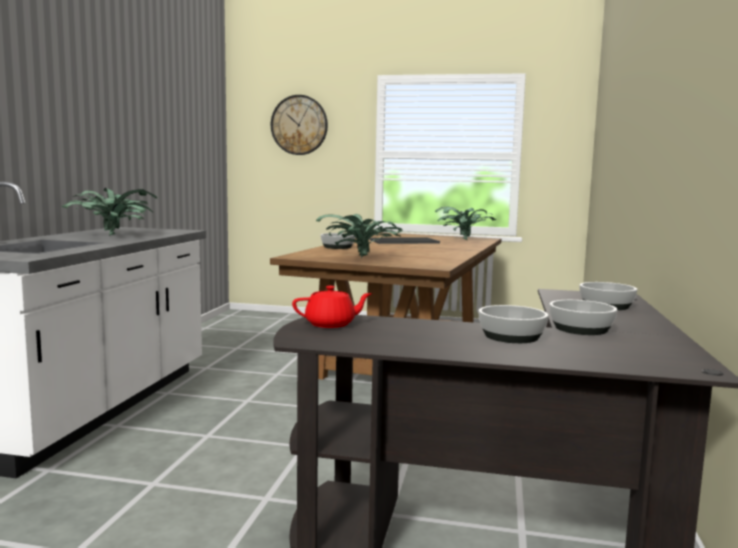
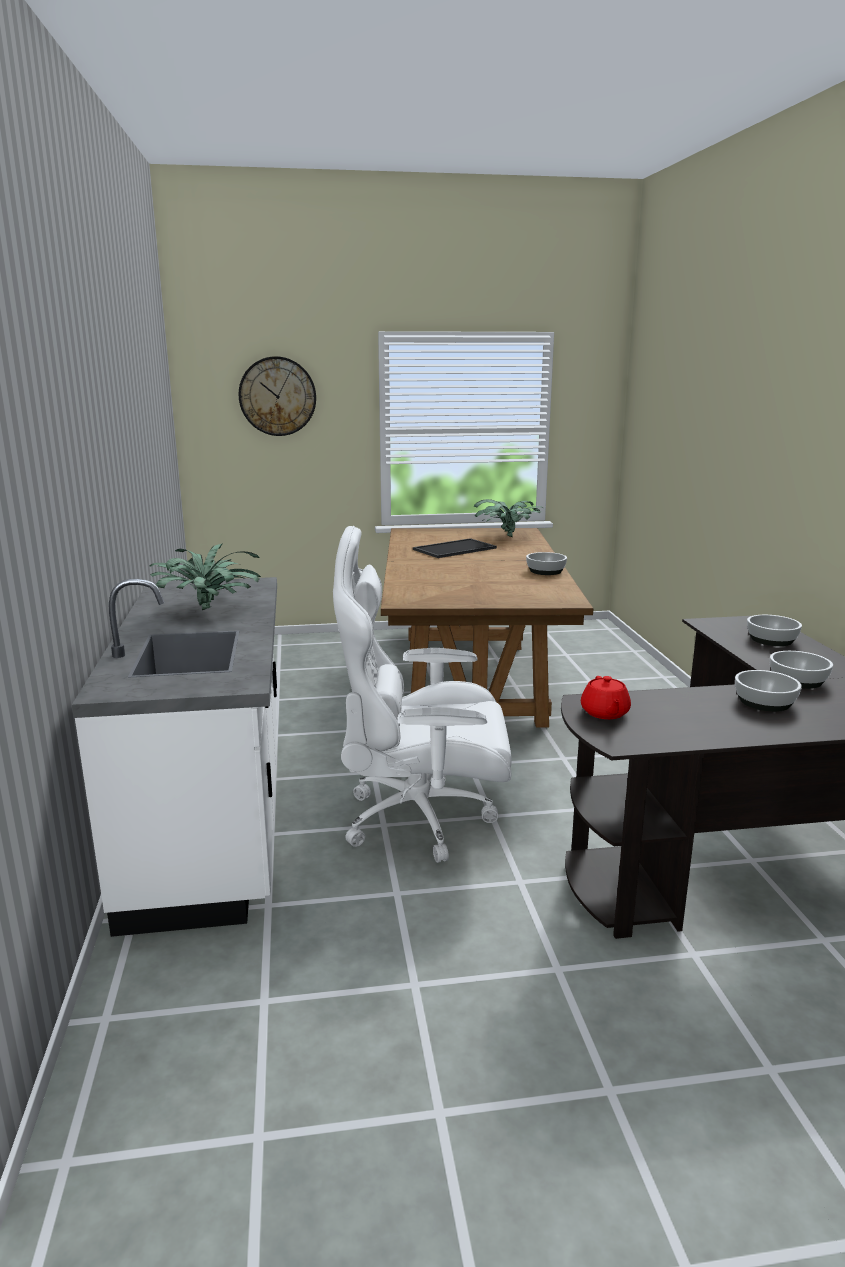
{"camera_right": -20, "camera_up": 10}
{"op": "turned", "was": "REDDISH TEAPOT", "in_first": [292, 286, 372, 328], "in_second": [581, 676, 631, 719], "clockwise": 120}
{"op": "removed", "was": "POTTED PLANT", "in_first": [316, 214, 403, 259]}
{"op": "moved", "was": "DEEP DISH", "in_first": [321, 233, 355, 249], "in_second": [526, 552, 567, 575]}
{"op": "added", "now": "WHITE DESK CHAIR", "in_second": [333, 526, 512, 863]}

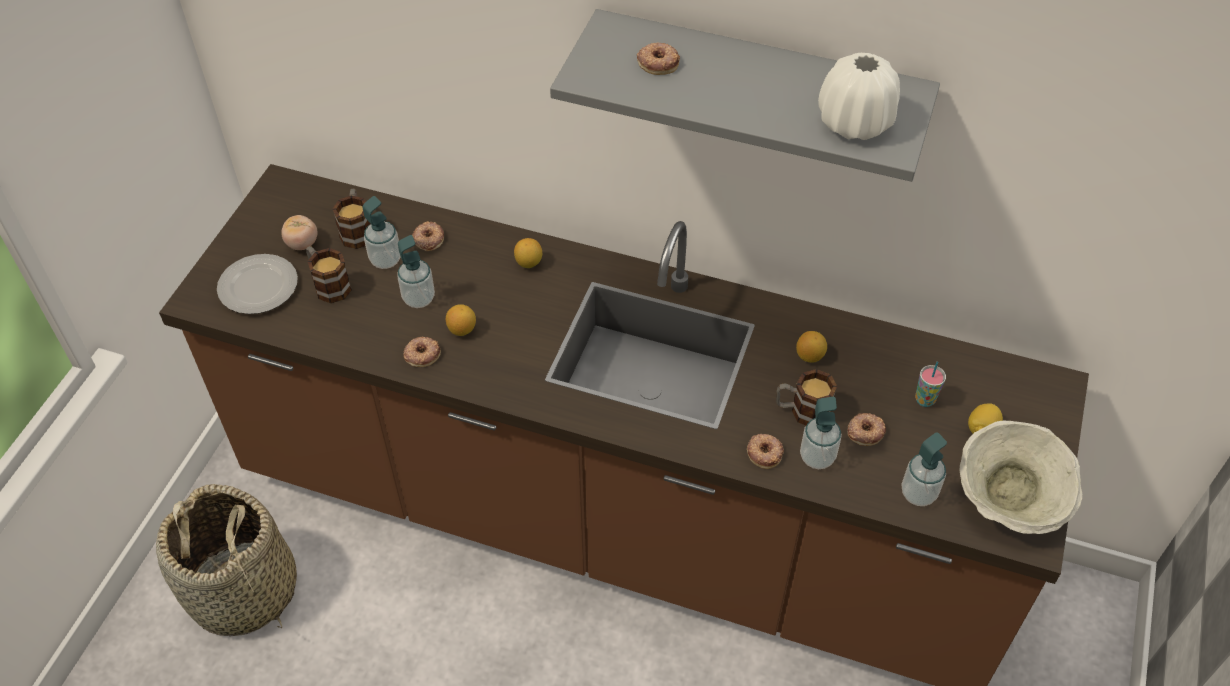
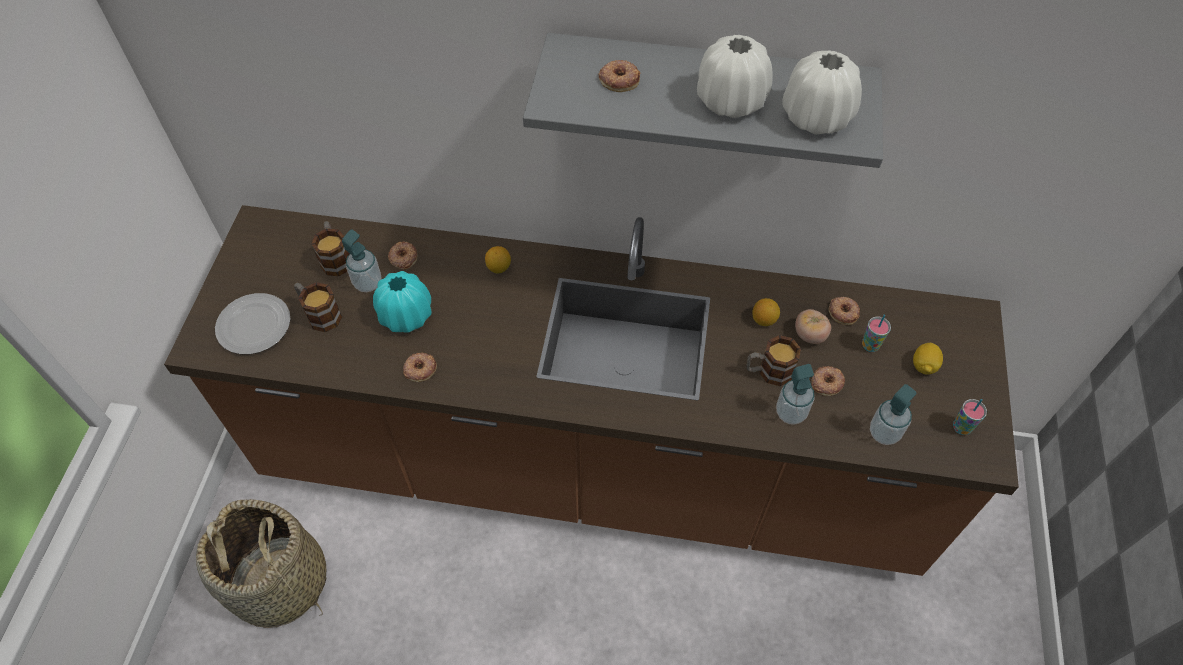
{"camera_right": -10, "camera_up": 5}
{"op": "moved", "was": "WHOLE TOMATO", "in_first": [282, 215, 317, 250], "in_second": [795, 309, 831, 344]}
{"op": "replaced", "was": "LIQUID SOAP BOTTLE", "now": "TURQUOISE-COLOURED DECORATIVE VASE", "in_first": [397, 235, 435, 308], "in_second": [373, 271, 432, 333]}
{"op": "removed", "was": "WHOLE LEMON", "in_first": [446, 304, 476, 336]}
{"op": "moved", "was": "DONUT", "in_first": [747, 434, 784, 469], "in_second": [829, 297, 860, 325]}
{"op": "replaced", "was": "SAND-COLOURED DEEP DISH", "now": "CUP", "in_first": [959, 421, 1082, 534], "in_second": [953, 399, 987, 435]}
{"op": "added", "now": "WHITE DECORATIVE VASE", "in_second": [697, 35, 773, 118]}

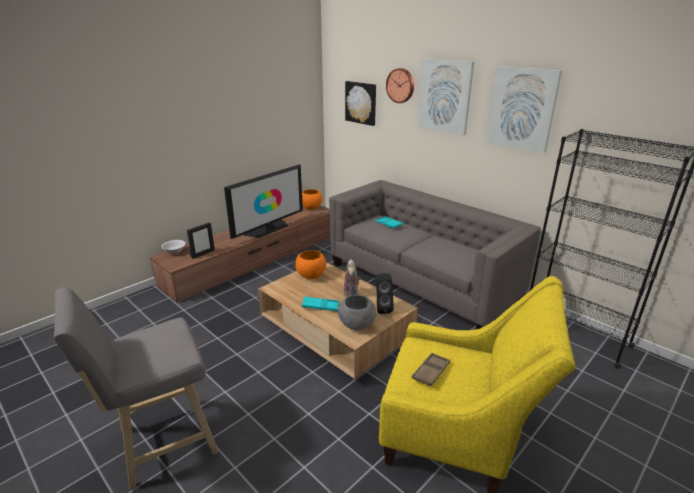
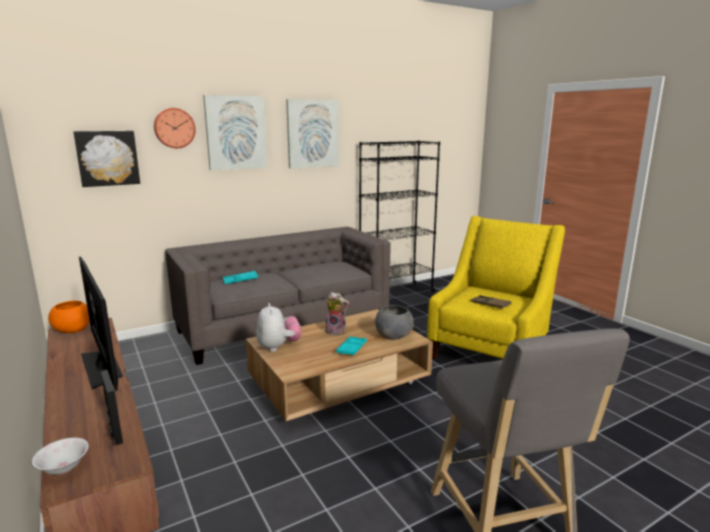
{"camera_right": -75, "camera_up": -10}
{"op": "replaced", "was": "ORANGE-COLOURED DEEP DISH", "now": "PLUSH TOY", "in_first": [295, 250, 326, 279], "in_second": [256, 303, 301, 352]}
{"op": "removed", "was": "BLACKISH AUDIO SPEAKER", "in_first": [376, 273, 394, 314]}

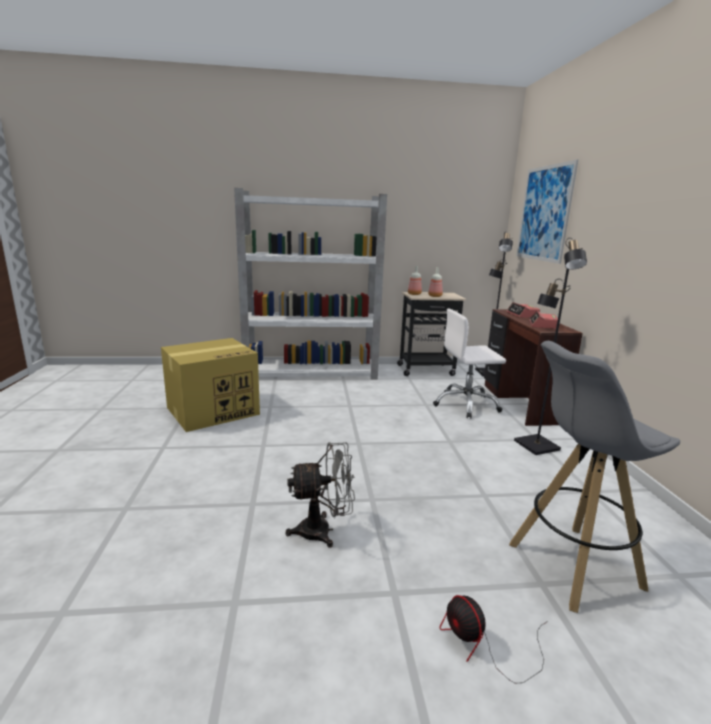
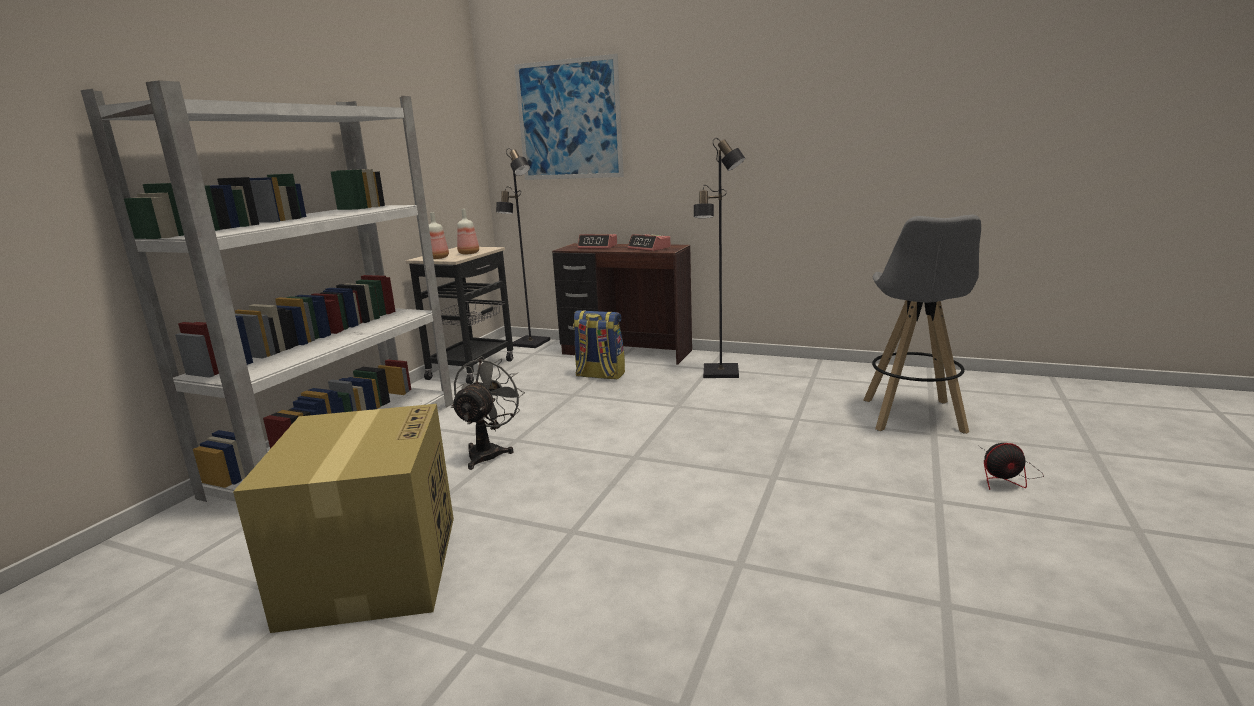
{"camera_right": -60, "camera_up": 0}
{"op": "moved", "was": "GRAY ELECTRIC FAN", "in_first": [285, 442, 355, 548], "in_second": [451, 356, 525, 470]}
{"op": "replaced", "was": "WHITE DESK CHAIR", "now": "KNAPSACK", "in_first": [433, 308, 506, 419], "in_second": [573, 310, 625, 380]}

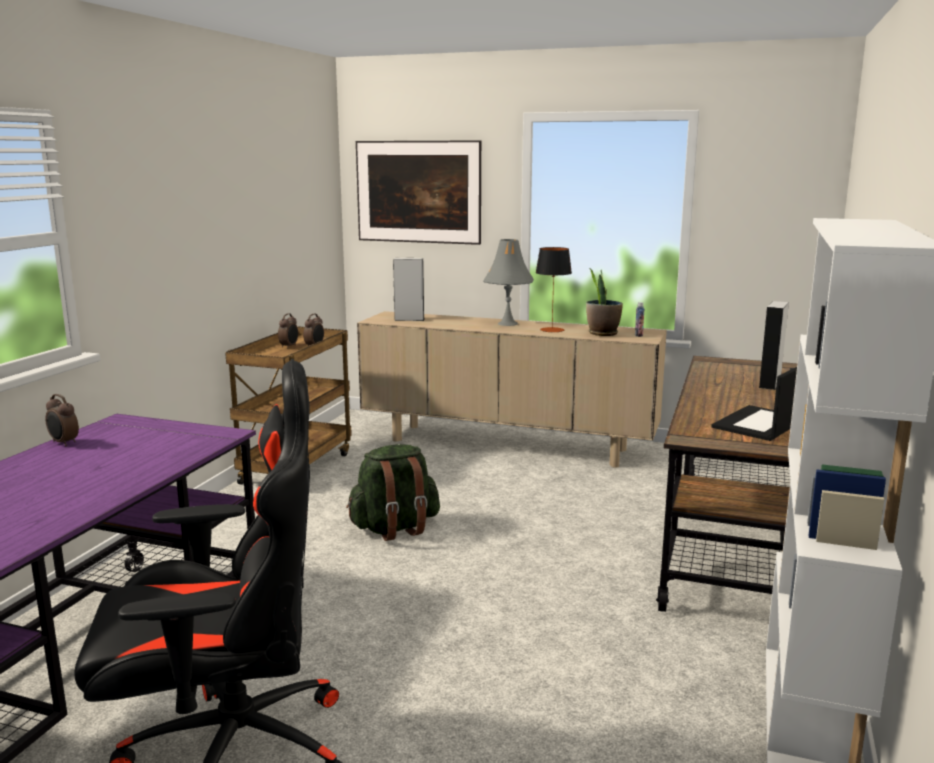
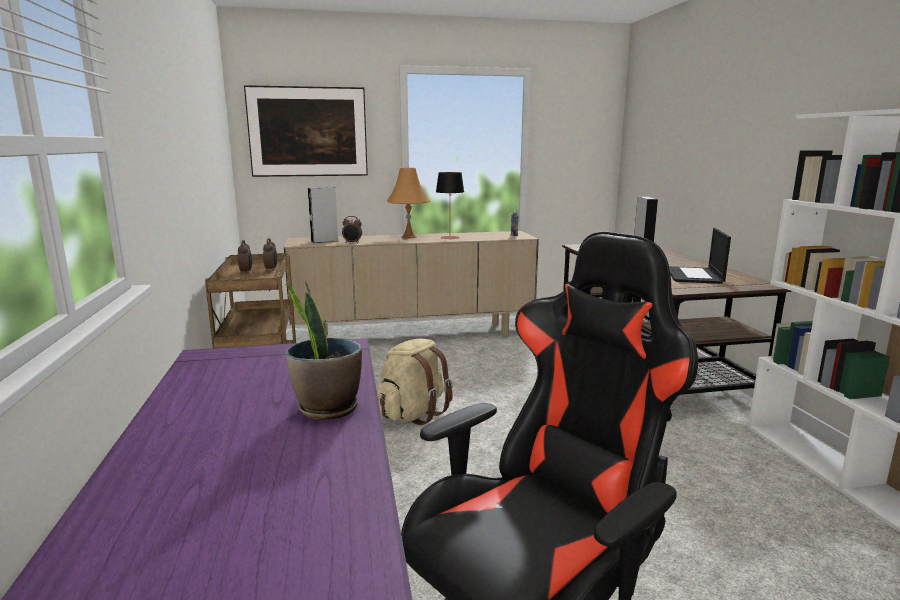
{"camera_right": -30, "camera_up": 0}
{"op": "moved", "was": "BEDSIDE CLOCK", "in_first": [45, 394, 79, 446], "in_second": [342, 216, 362, 243]}
{"op": "recoloured", "was": "GREEN-COLOURED KNAPSACK", "now": "SAND-COLOURED KNAPSACK", "in_first": [346, 444, 440, 541], "in_second": [377, 339, 453, 425]}
{"op": "recoloured", "was": "GRAY TABLETOP LAMP", "now": "ORANGE-COLOURED TABLETOP LAMP", "in_first": [483, 239, 534, 326], "in_second": [387, 168, 430, 238]}
{"op": "moved", "was": "POTTED PLANT", "in_first": [586, 269, 623, 336], "in_second": [285, 281, 362, 420]}

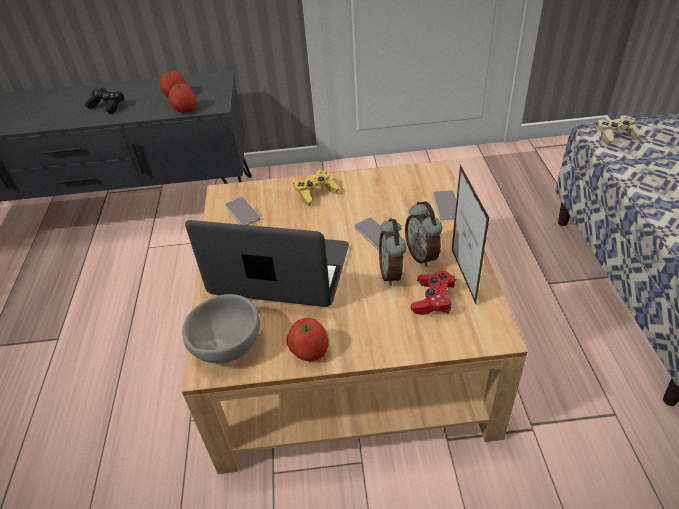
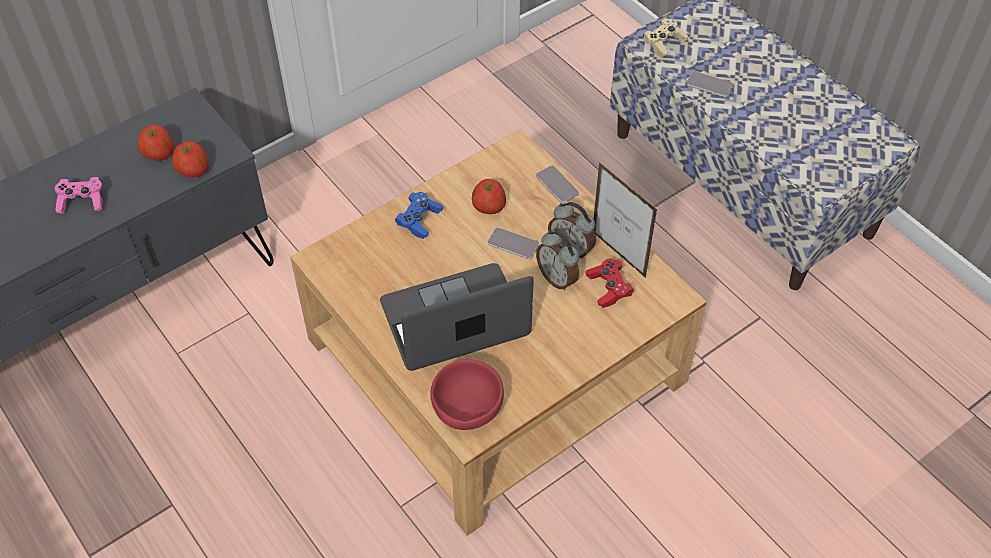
{"camera_right": -35, "camera_up": 10}
{"op": "recoloured", "was": "BLACKISH GAMEPAD", "now": "PINKISH GAMEPAD", "in_first": [85, 88, 124, 114], "in_second": [55, 177, 102, 214]}
{"op": "recoloured", "was": "GRAY DEEP DISH", "now": "REDDISH DEEP DISH", "in_first": [182, 294, 260, 363], "in_second": [430, 359, 504, 430]}
{"op": "moved", "was": "HANDSET", "in_first": [225, 197, 261, 225], "in_second": [686, 71, 733, 98]}
{"op": "moved", "was": "APPLE FRUIT", "in_first": [287, 318, 329, 362], "in_second": [472, 179, 506, 214]}
{"op": "recoloured", "was": "YELLOW-COLOURED GAMEPAD", "now": "BLUE-COLOURED GAMEPAD", "in_first": [294, 170, 340, 206], "in_second": [395, 192, 443, 239]}

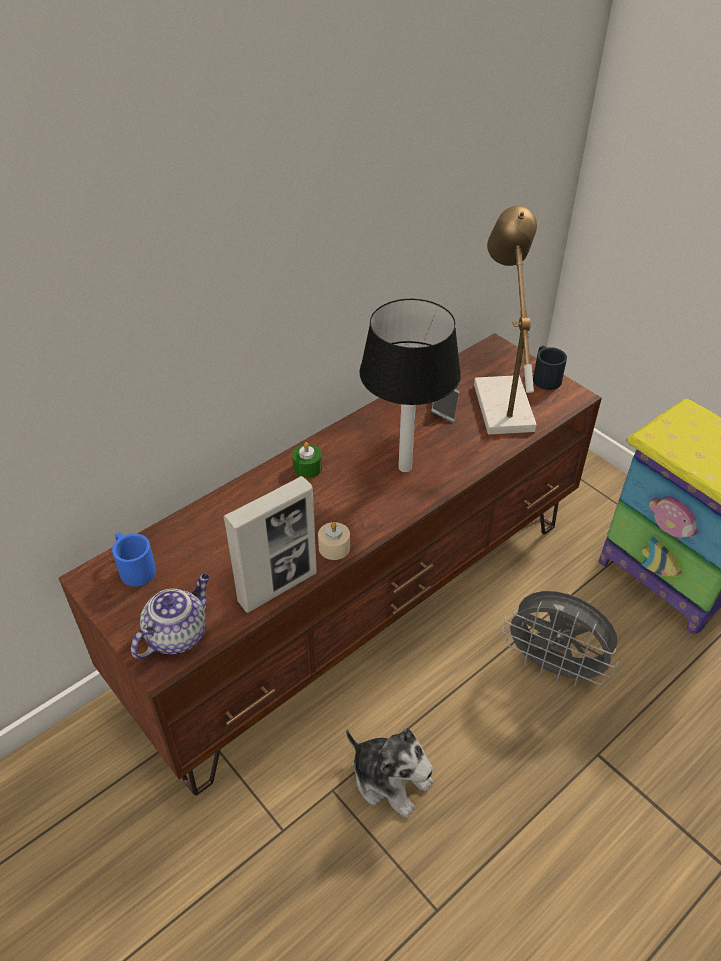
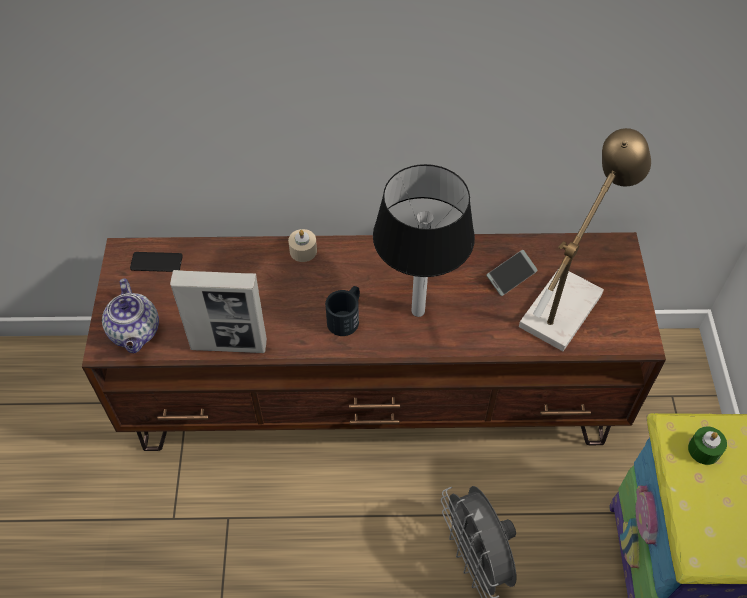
{"camera_right": 40, "camera_up": 10}
{"op": "replaced", "was": "BLUE-COLOURED COFFEE MUG", "now": "HANDSET", "in_first": [112, 532, 156, 586], "in_second": [130, 252, 182, 272]}
{"op": "turned", "was": "TEAPOT", "in_first": [131, 574, 209, 659], "in_second": [102, 278, 159, 353], "clockwise": 90}
{"op": "moved", "was": "GREEN-COLOURED CANDLE", "in_first": [292, 442, 322, 478], "in_second": [688, 426, 727, 465]}
{"op": "moved", "was": "SAND-COLOURED CANDLE", "in_first": [318, 522, 350, 560], "in_second": [288, 229, 317, 262]}
{"op": "removed", "was": "PLUSH TOY", "in_first": [346, 728, 433, 818]}
{"op": "moved", "was": "BLACKISH COFFEE MUG", "in_first": [533, 346, 567, 390], "in_second": [325, 286, 360, 336]}

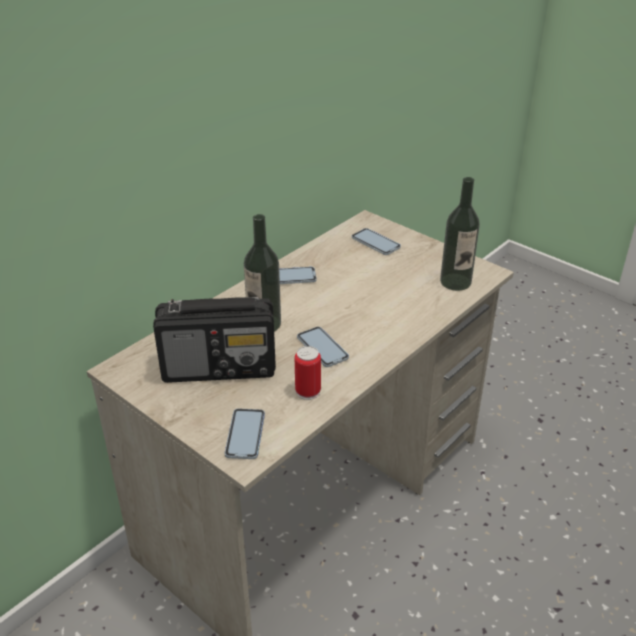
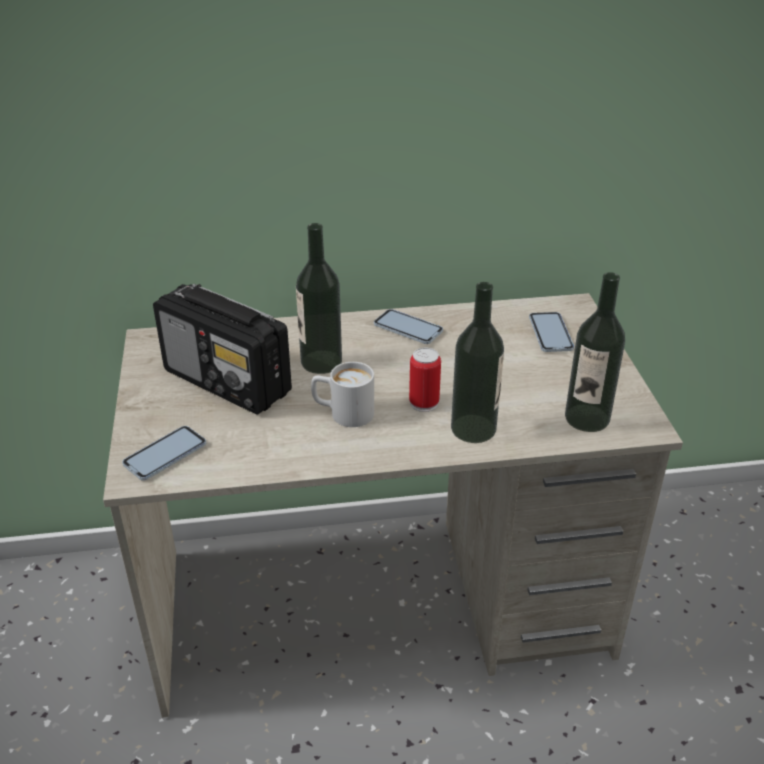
{"camera_right": 40, "camera_up": 0}
{"op": "moved", "was": "CAN", "in_first": [295, 346, 321, 400], "in_second": [409, 348, 441, 412]}
{"op": "replaced", "was": "HANDSET", "now": "WHITE COFFEE MUG", "in_first": [297, 327, 349, 367], "in_second": [311, 362, 374, 427]}
{"op": "added", "now": "BEVERAGE BOTTLE", "in_second": [451, 282, 504, 443]}

